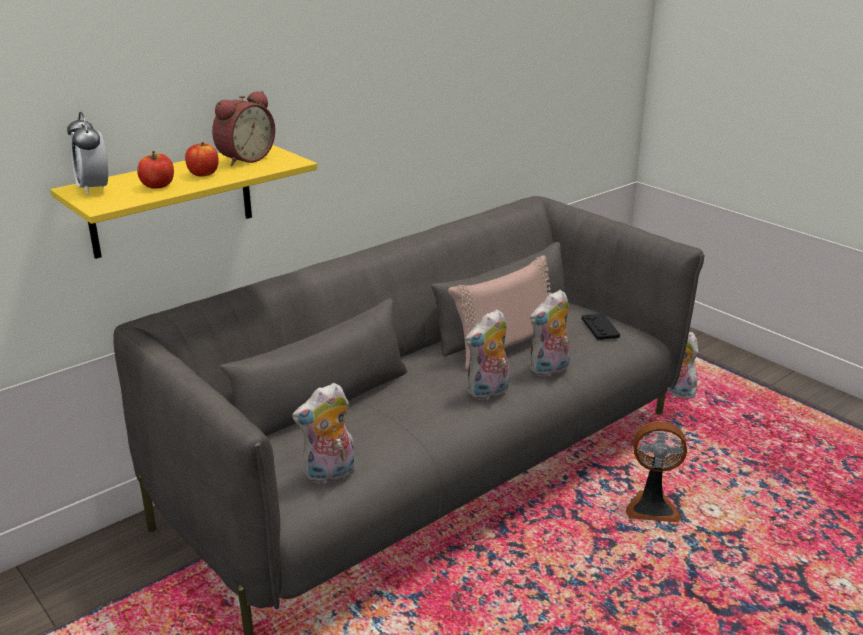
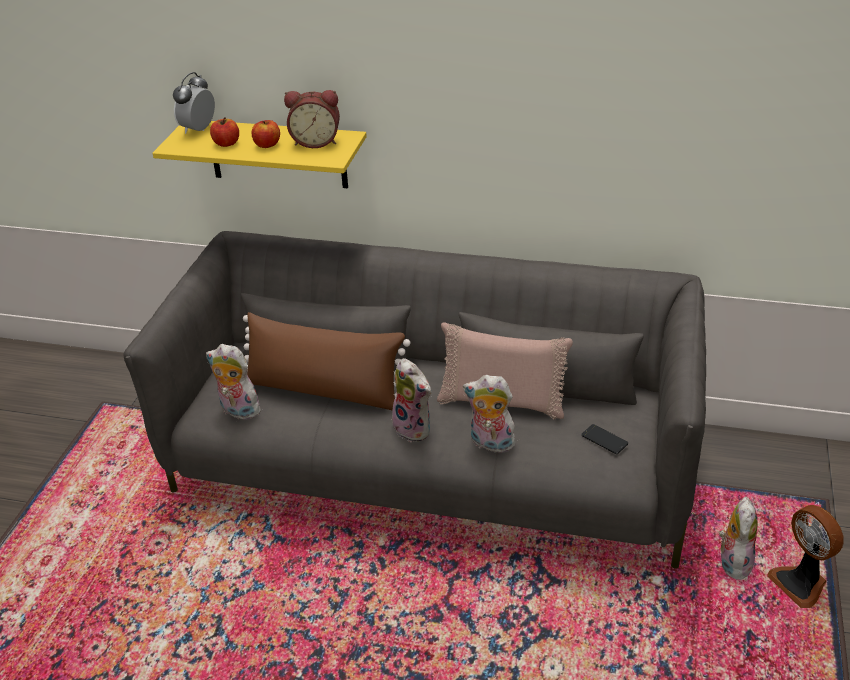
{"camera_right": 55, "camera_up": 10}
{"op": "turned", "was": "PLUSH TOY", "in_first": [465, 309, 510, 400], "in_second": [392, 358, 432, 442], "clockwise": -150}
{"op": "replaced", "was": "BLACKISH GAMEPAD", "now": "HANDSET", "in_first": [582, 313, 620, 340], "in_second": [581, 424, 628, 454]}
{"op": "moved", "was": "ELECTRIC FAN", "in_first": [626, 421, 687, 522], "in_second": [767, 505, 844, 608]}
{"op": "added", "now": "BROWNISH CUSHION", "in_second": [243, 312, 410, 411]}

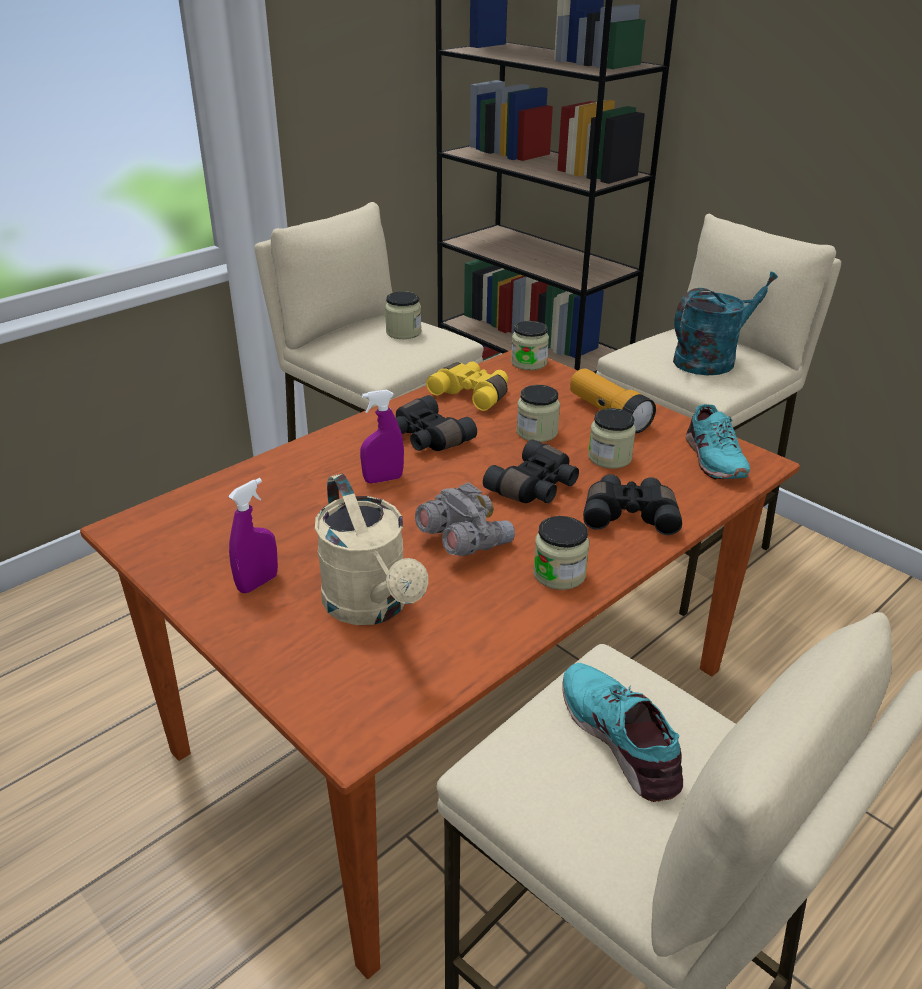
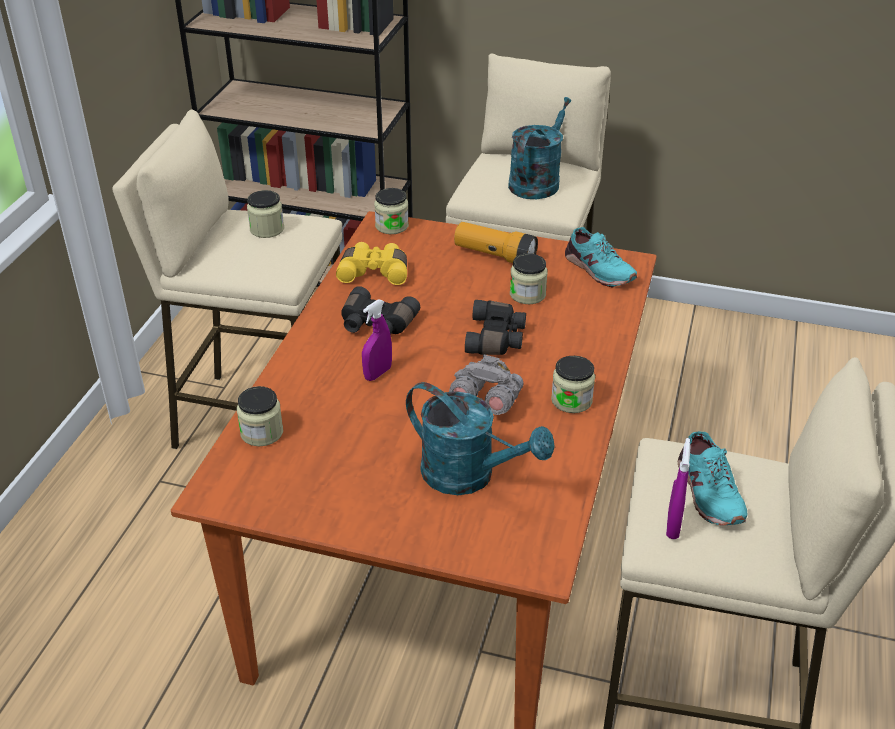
{"camera_right": -30, "camera_up": 5}
{"op": "moved", "was": "PURPLE SPRAYER", "in_first": [228, 478, 278, 593], "in_second": [666, 438, 691, 539]}
{"op": "recoloured", "was": "SAND-COLOURED SPRINKLING CAN", "now": "TURQUOISE-COLOURED SPRINKLING CAN", "in_first": [315, 474, 428, 625], "in_second": [406, 382, 555, 495]}
{"op": "moved", "was": "JAR", "in_first": [516, 385, 560, 442], "in_second": [237, 386, 283, 446]}
{"op": "turned", "was": "TURQUOISE-COLOURED SHOE", "in_first": [562, 663, 683, 802], "in_second": [678, 431, 747, 525], "clockwise": -135}
{"op": "removed", "was": "BLACKISH BINOCULARS", "in_first": [583, 474, 682, 535]}

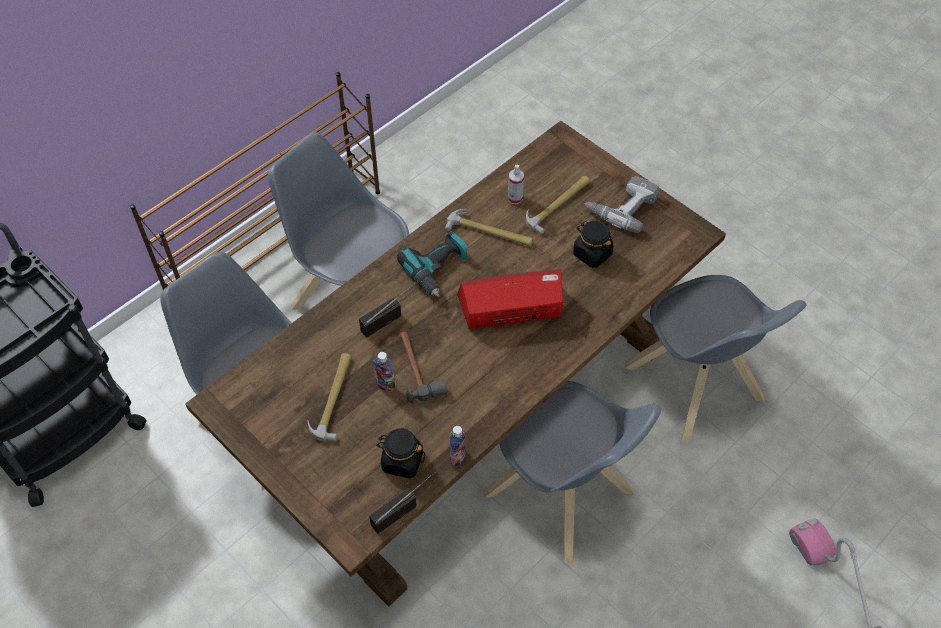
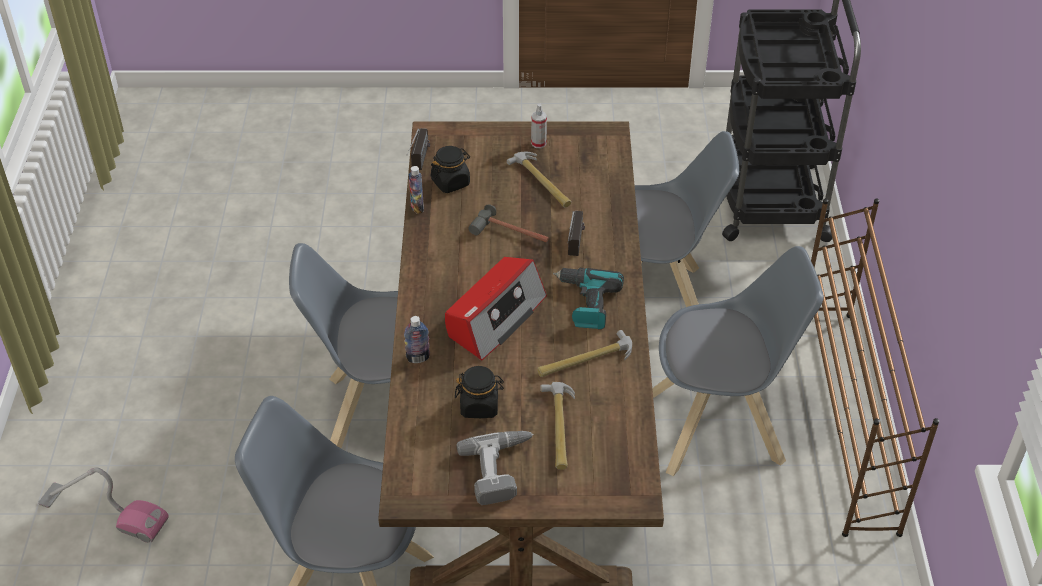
{"camera_right": 135, "camera_up": -10}
{"op": "moved", "was": "BEVERAGE BOTTLE", "in_first": [373, 352, 395, 391], "in_second": [404, 316, 430, 363]}
{"op": "moved", "was": "SPRAYER", "in_first": [508, 165, 524, 204], "in_second": [531, 104, 547, 148]}

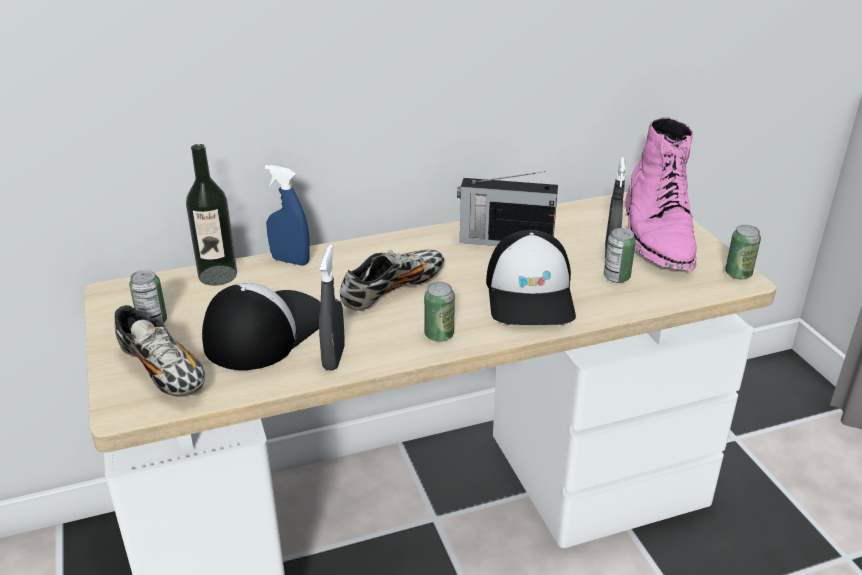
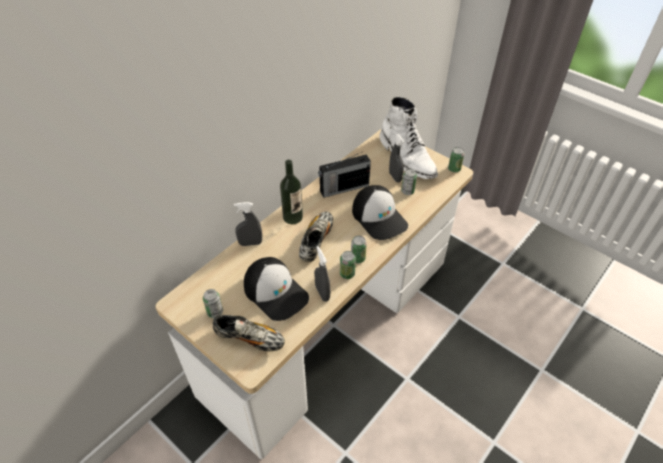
{"camera_right": -30, "camera_up": 15}
{"op": "moved", "was": "BEVERAGE BOTTLE", "in_first": [186, 144, 237, 286], "in_second": [280, 160, 303, 224]}
{"op": "turned", "was": "PEAKED CAP", "in_first": [202, 283, 321, 370], "in_second": [244, 257, 309, 321], "clockwise": 135}
{"op": "recoloured", "was": "BLUE-COLOURED SPRAYER", "now": "GRAY SPRAYER", "in_first": [265, 165, 310, 265], "in_second": [234, 202, 262, 246]}
{"op": "recoloured", "was": "PINKISH TALL BOOT", "now": "WHITE TALL BOOT", "in_first": [625, 117, 697, 271], "in_second": [379, 96, 438, 179]}
{"op": "added", "now": "CAN", "in_second": [340, 251, 356, 279]}

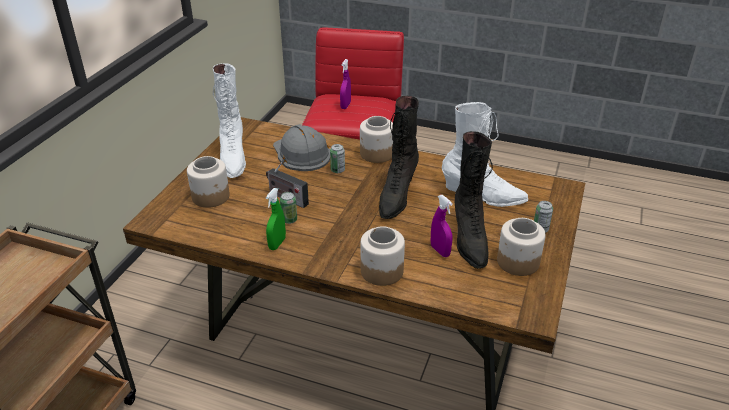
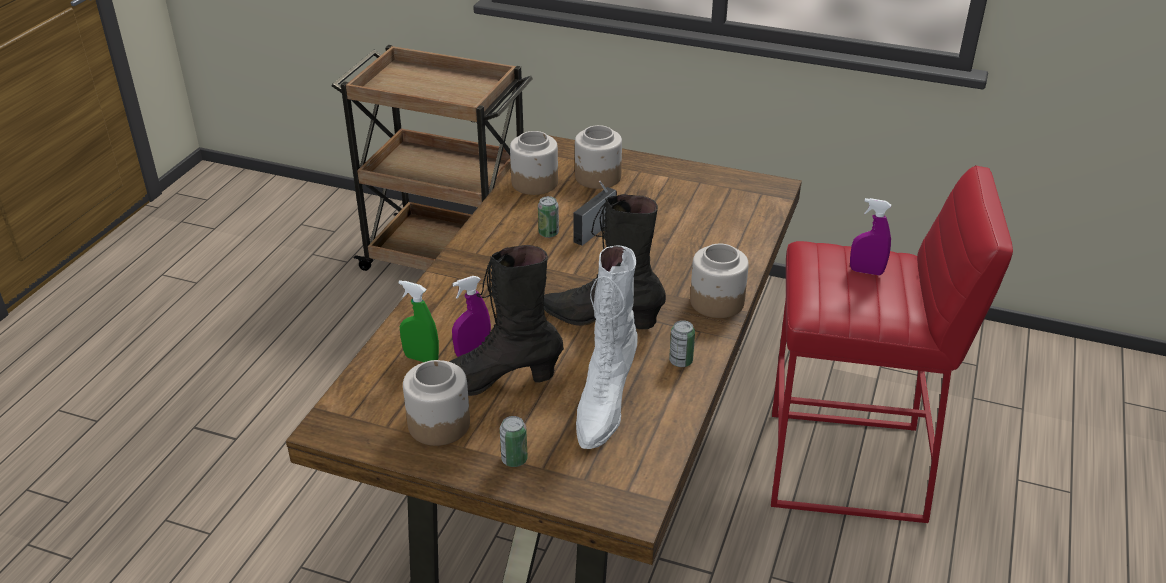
{"camera_right": 90, "camera_up": 0}
{"op": "removed", "was": "WHITE TALL BOOT", "in_first": [213, 63, 246, 178]}
{"op": "moved", "was": "GREEN-COLOURED SPRAYER", "in_first": [266, 188, 286, 250], "in_second": [398, 280, 439, 362]}
{"op": "removed", "was": "GRAY WORK HELMET", "in_first": [273, 124, 330, 171]}
{"op": "moved", "was": "CAN", "in_first": [330, 144, 345, 173], "in_second": [669, 320, 695, 367]}
{"op": "moved", "was": "JAR", "in_first": [360, 226, 405, 286], "in_second": [510, 131, 558, 195]}

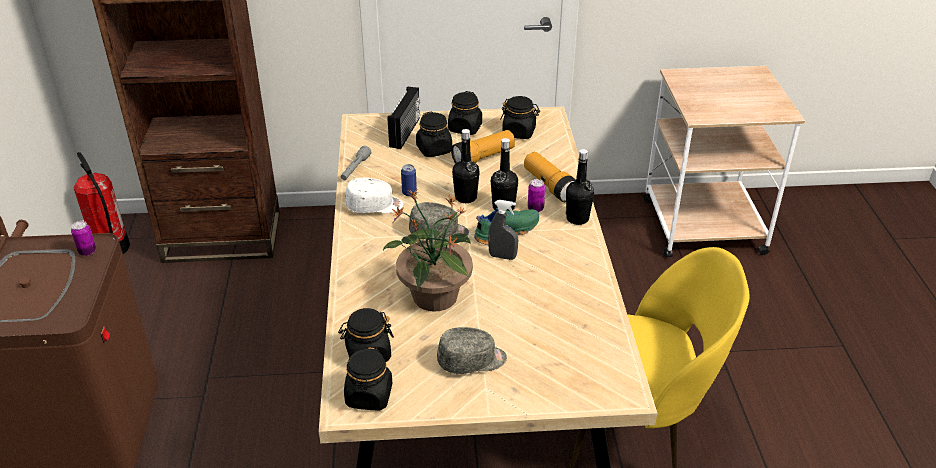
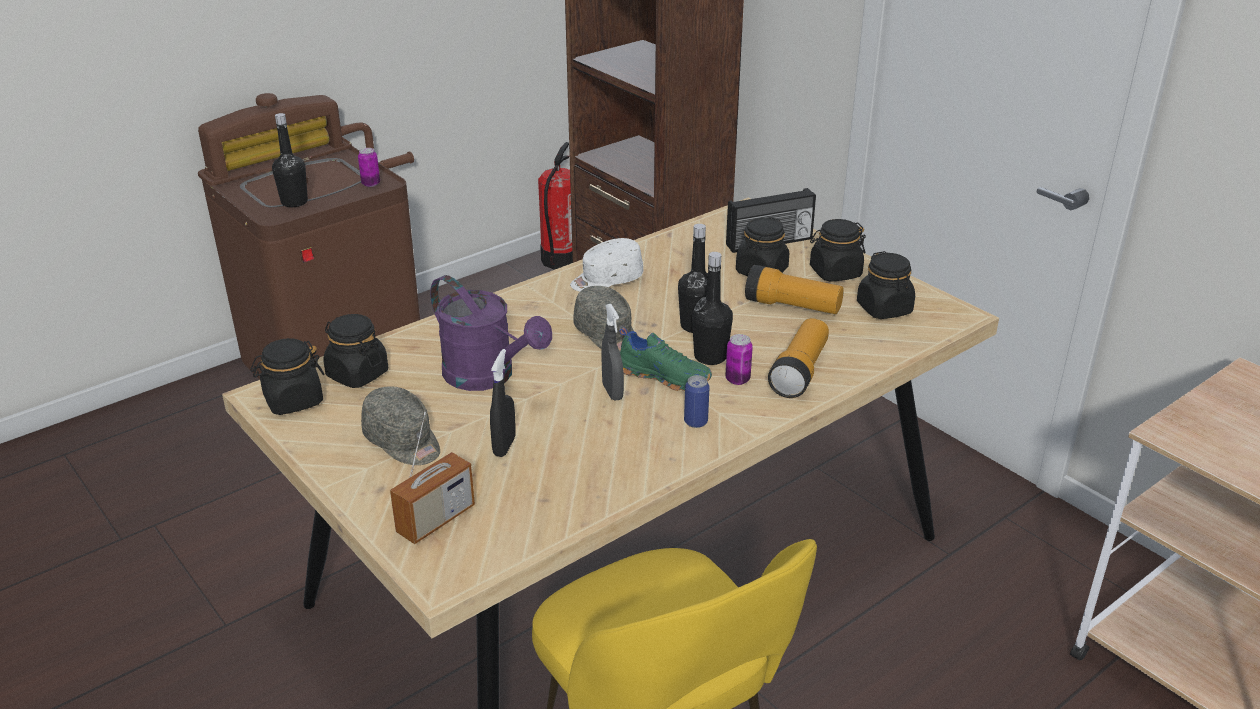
{"camera_right": 55, "camera_up": -5}
{"op": "removed", "was": "GRAY FLASHLIGHT", "in_first": [341, 146, 371, 180]}
{"op": "turned", "was": "WHITE PEAKED CAP", "in_first": [345, 178, 404, 213], "in_second": [570, 238, 643, 292], "clockwise": 105}
{"op": "replaced", "was": "POTTED PLANT", "now": "PURPLE SPRINKLING CAN", "in_first": [383, 190, 473, 311], "in_second": [430, 275, 552, 391]}
{"op": "moved", "was": "CAN", "in_first": [401, 164, 417, 196], "in_second": [684, 375, 709, 428]}
{"op": "moved", "was": "BLACKISH BEVERAGE BOTTLE", "in_first": [566, 149, 594, 225], "in_second": [272, 113, 308, 207]}
{"op": "added", "now": "RADIO", "in_second": [390, 412, 475, 544]}
{"op": "added", "now": "BLACKISH SPRAYER", "in_second": [490, 349, 516, 457]}

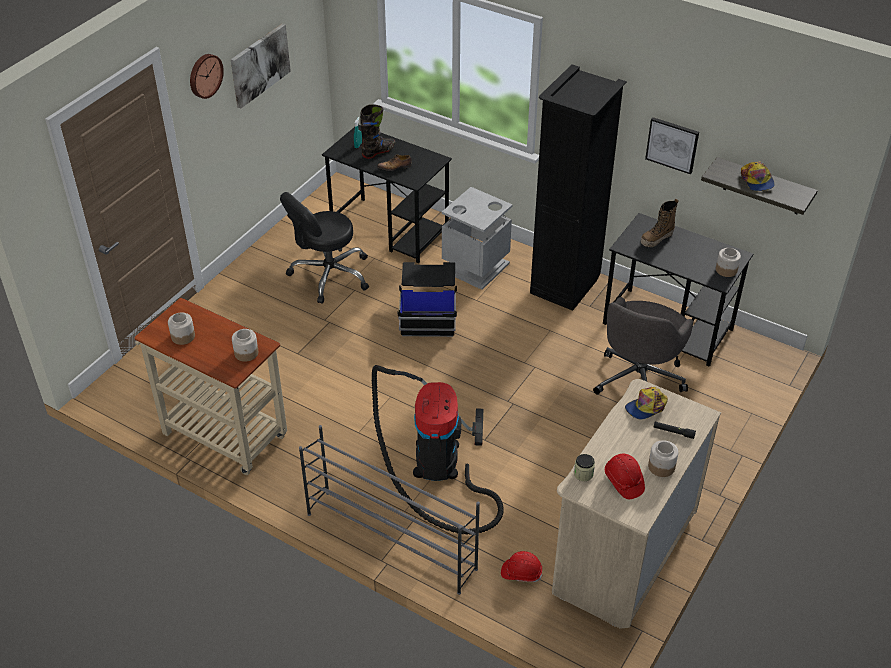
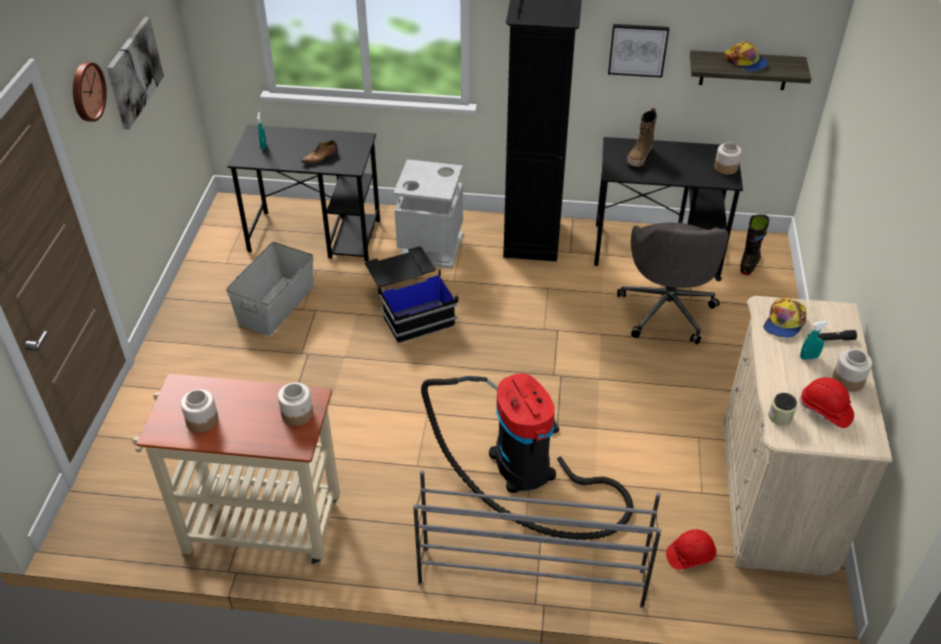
{"camera_right": -25, "camera_up": 0}
{"op": "replaced", "was": "BLACKISH DESK CHAIR", "now": "GRAY STORAGE BIN", "in_first": [280, 192, 369, 304], "in_second": [226, 242, 314, 336]}
{"op": "moved", "was": "BLACKISH TALL BOOT", "in_first": [360, 104, 395, 159], "in_second": [740, 214, 770, 275]}
{"op": "added", "now": "TURQUOISE-COLOURED SPRAYER", "in_second": [800, 321, 829, 360]}

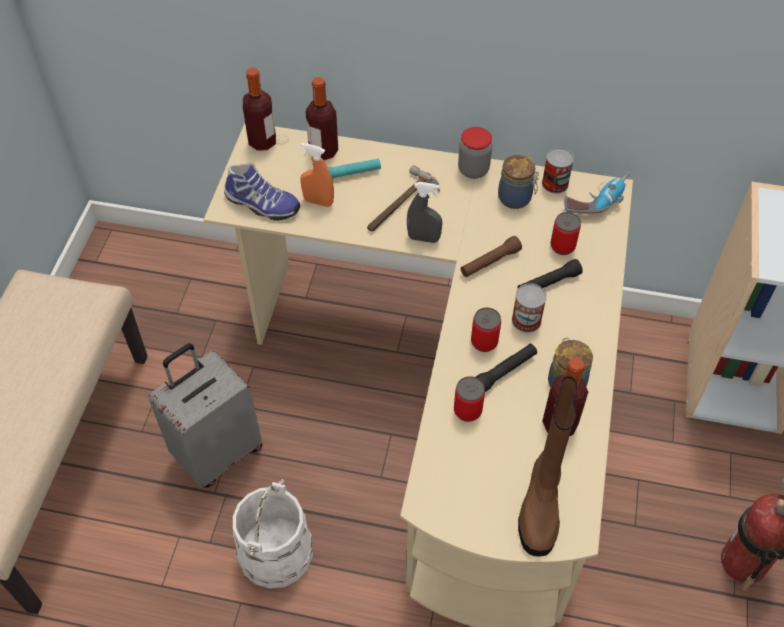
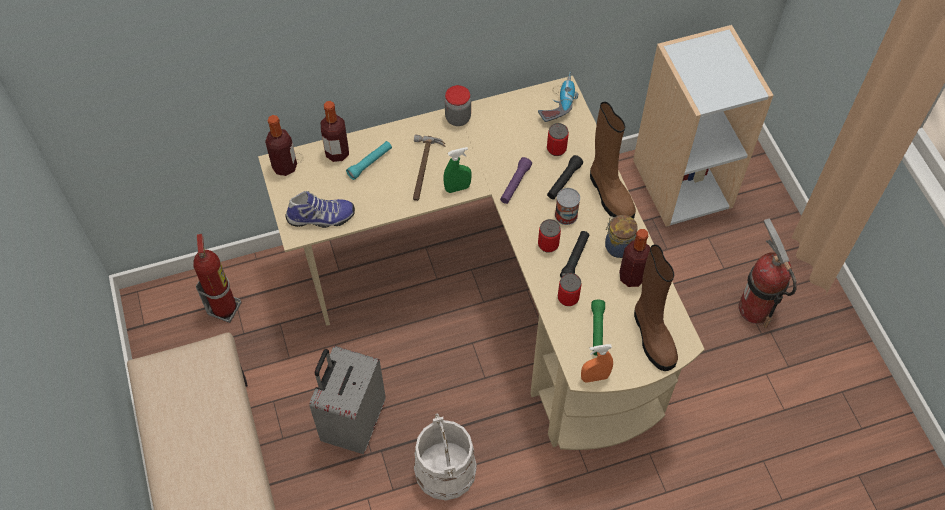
{"camera_right": -30, "camera_up": 5}
{"op": "moved", "was": "ORANGE-COLOURED SPRAYER", "in_first": [300, 143, 334, 207], "in_second": [581, 344, 613, 383]}
{"op": "recoloured", "was": "GRAY SPRAYER", "now": "GREEN-COLOURED SPRAYER", "in_first": [407, 182, 442, 243], "in_second": [443, 147, 472, 193]}
{"op": "recoloured", "was": "BROWNISH FLASHLIGHT", "now": "PURPLE FLASHLIGHT", "in_first": [461, 236, 522, 277], "in_second": [500, 157, 532, 204]}
{"op": "removed", "was": "JAR", "in_first": [498, 155, 539, 209]}
{"op": "removed", "was": "CAN", "in_first": [542, 147, 574, 194]}
{"op": "added", "now": "FIRE-FIGHTING CYLINDER", "in_second": [193, 234, 241, 323]}
{"op": "added", "now": "BROWNISH TALL BOOT", "in_second": [590, 102, 636, 219]}
{"op": "added", "now": "GREEN-COLOURED FLASHLIGHT", "in_second": [591, 300, 605, 356]}

